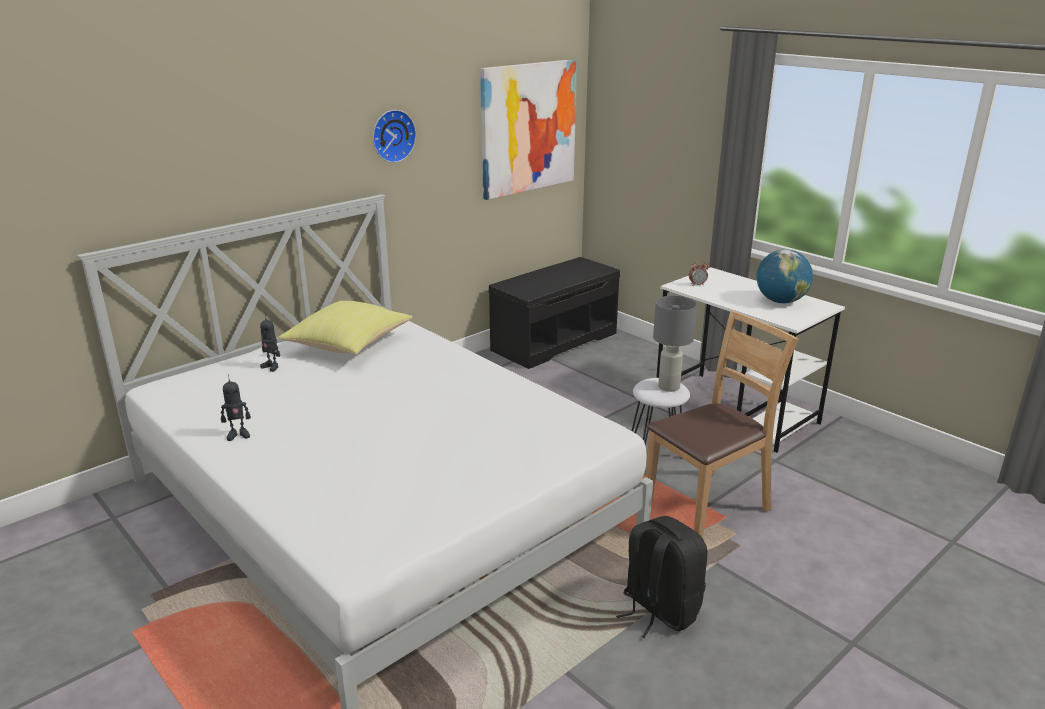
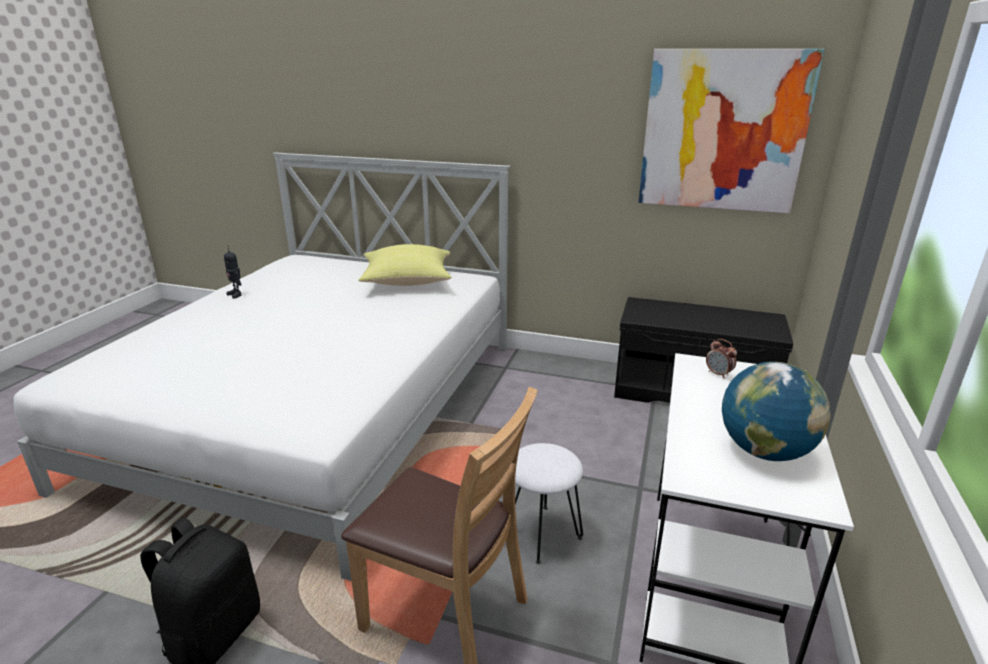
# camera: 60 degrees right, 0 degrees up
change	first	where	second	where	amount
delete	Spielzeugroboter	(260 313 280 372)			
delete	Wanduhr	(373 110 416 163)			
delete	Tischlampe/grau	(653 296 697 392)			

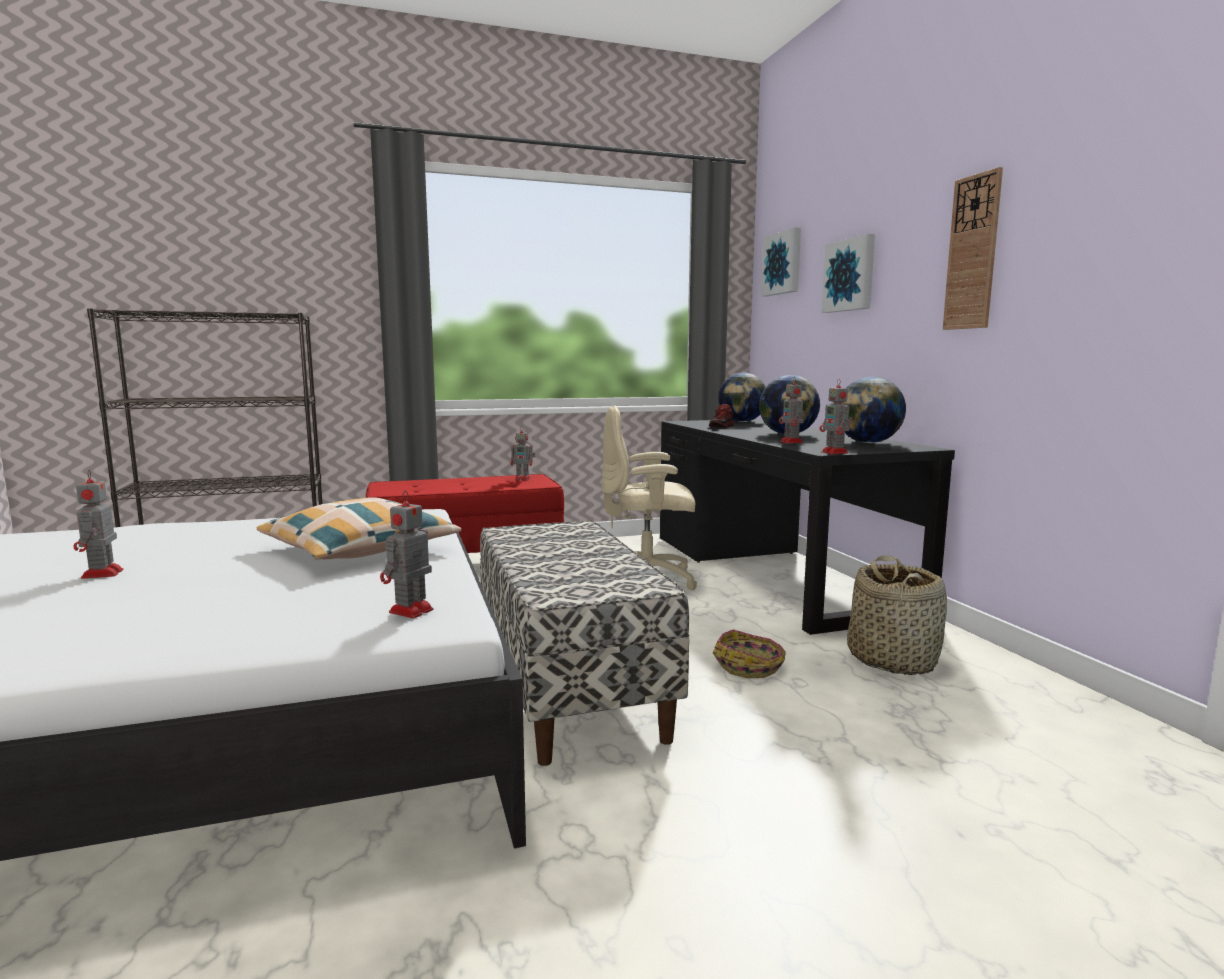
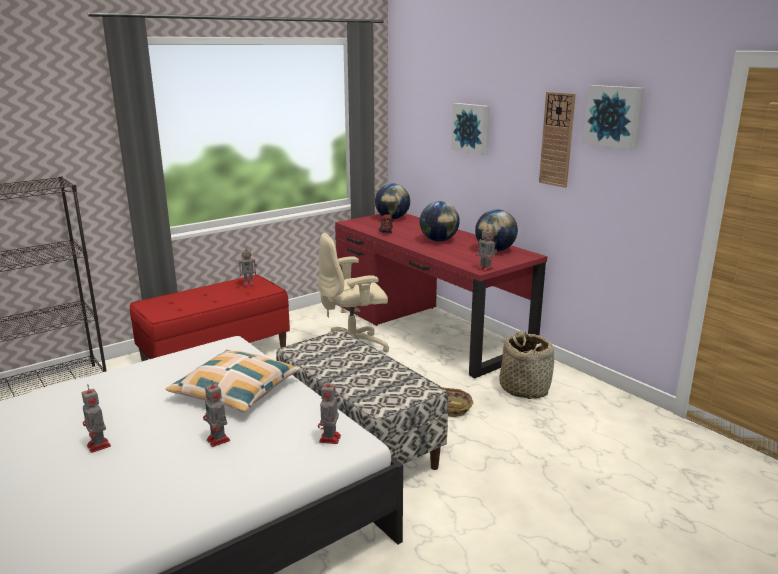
# camera: 20 degrees left, 10 degrees up
change	first	where	second	where	amount
recolor	Schreibtisch/schwarz	(660 419 955 635)	Schreibtisch/rot	(335 214 547 378)	
move	Bild	(761 227 801 296)		(583 85 644 150)	
move	Spielzeugroboter	(779 378 805 444)		(203 380 230 447)	

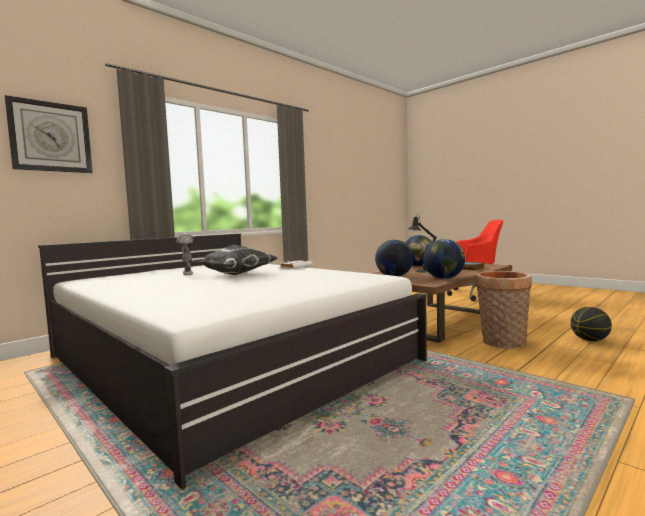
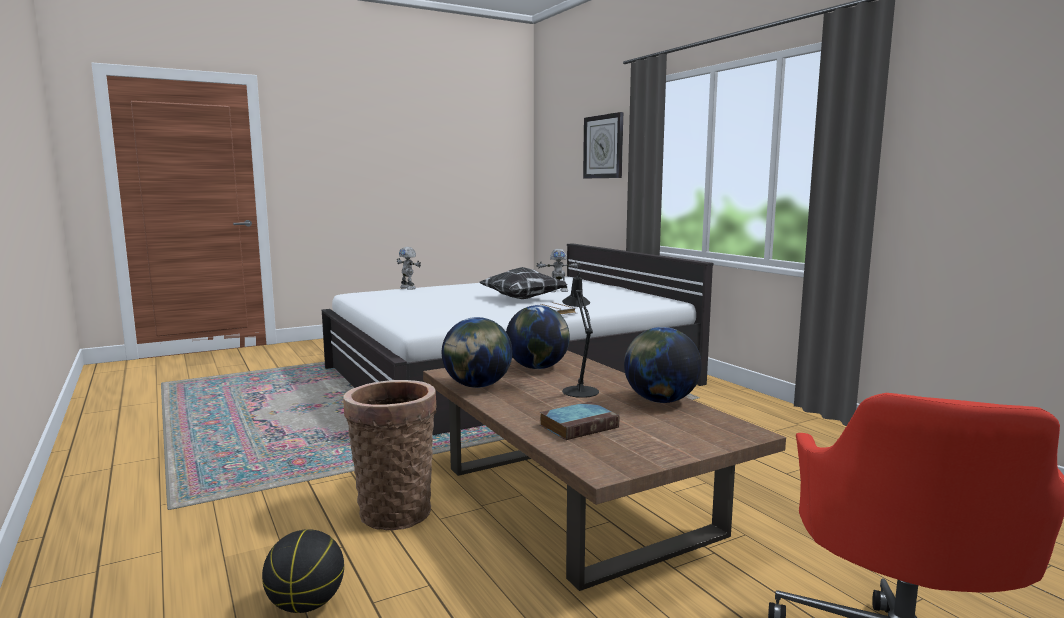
# camera: 105 degrees right, 5 degrees up
change	first	where	second	where	amount
insert			Spielzeugroboter	(397 247 421 290)	

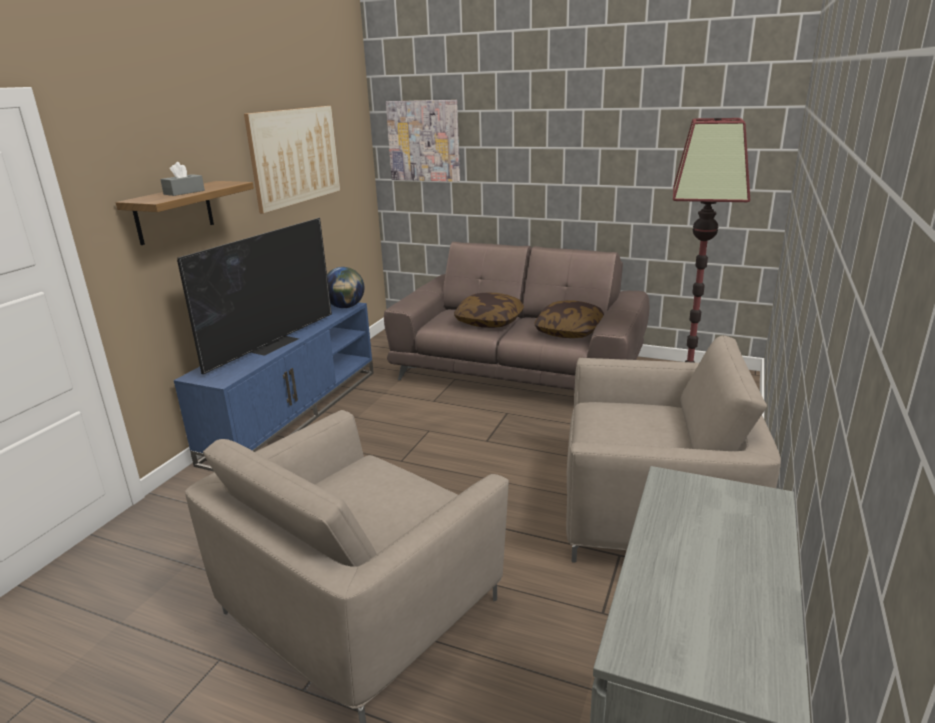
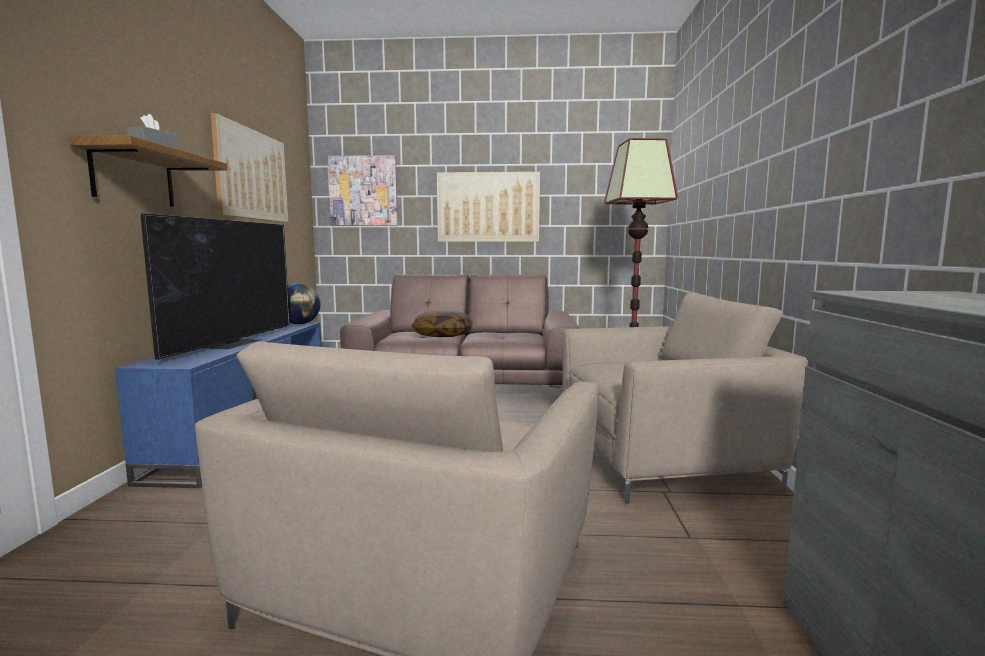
# camera: 20 degrees left, 15 degrees down
change	first	where	second	where	amount
delete	Kissen	(534 300 604 338)			
insert			Bild	(437 171 540 242)	

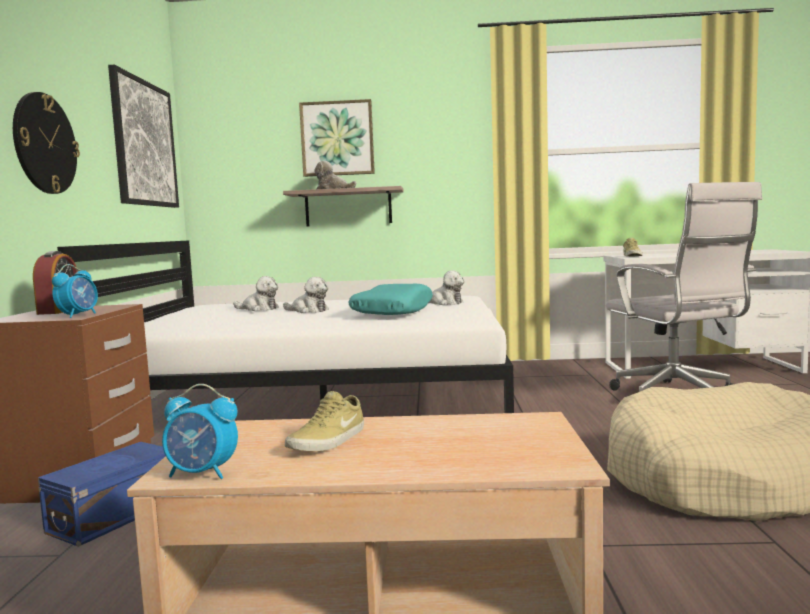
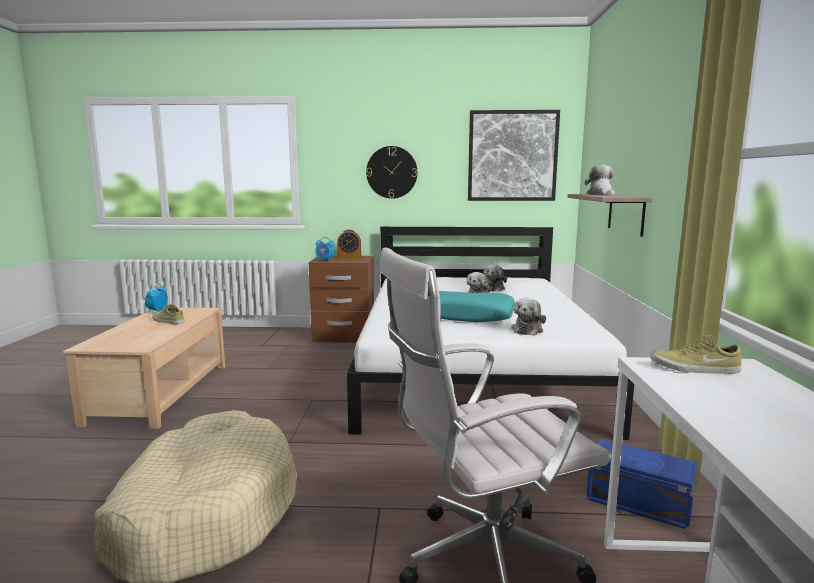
# camera: 90 degrees right, 5 degrees up
change	first	where	second	where	amount
move	Aufbewahrungsbox/blau	(38 442 166 547)		(586 439 698 530)	
delete	Bild	(299 99 375 177)			

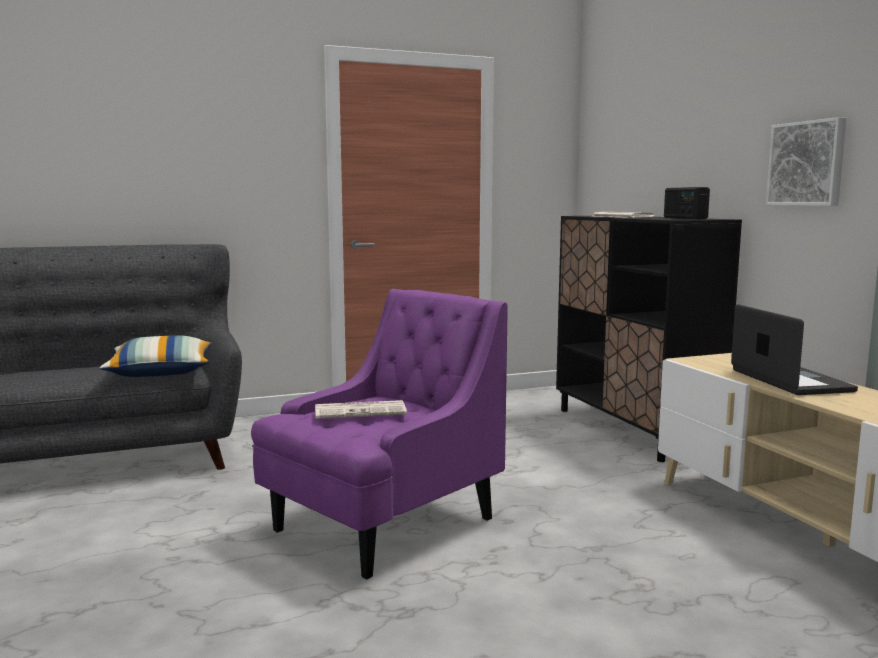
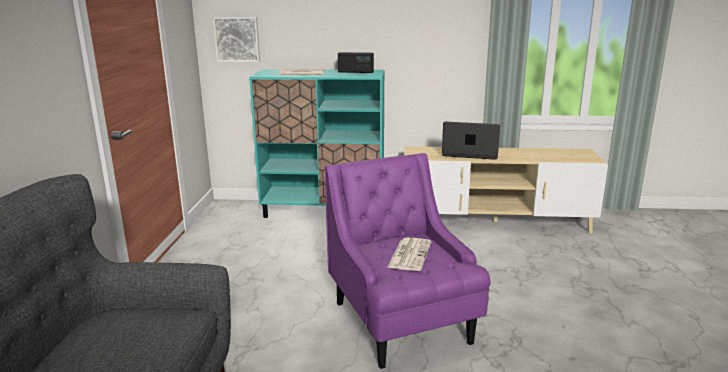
# camera: 65 degrees left, 10 degrees up
change	first	where	second	where	amount
delete	Kissen	(99 335 212 377)			
recolor	Schrank/schwarz	(556 216 742 462)	Schrank/türkis	(249 69 384 218)	
move	Bild	(766 117 847 206)		(213 17 260 62)	

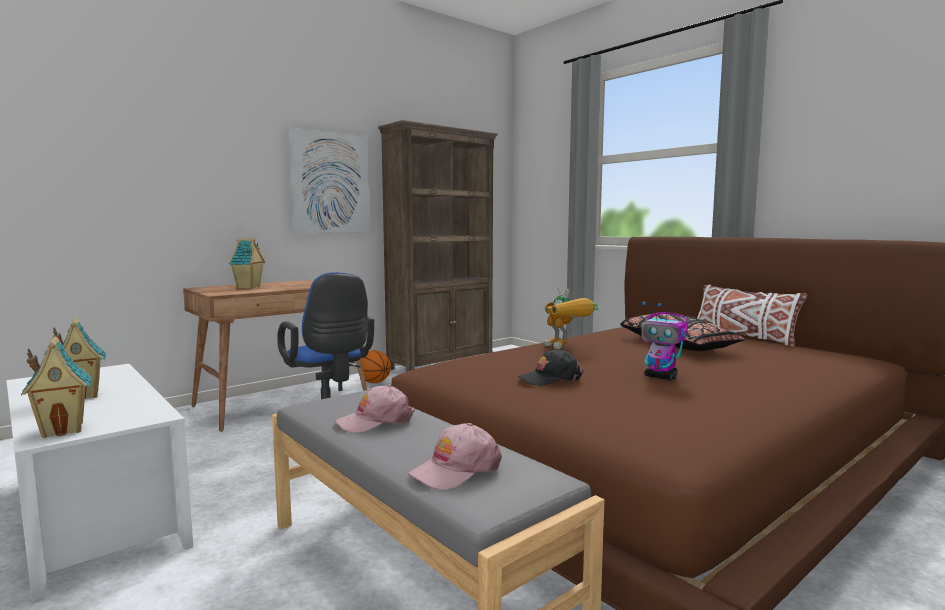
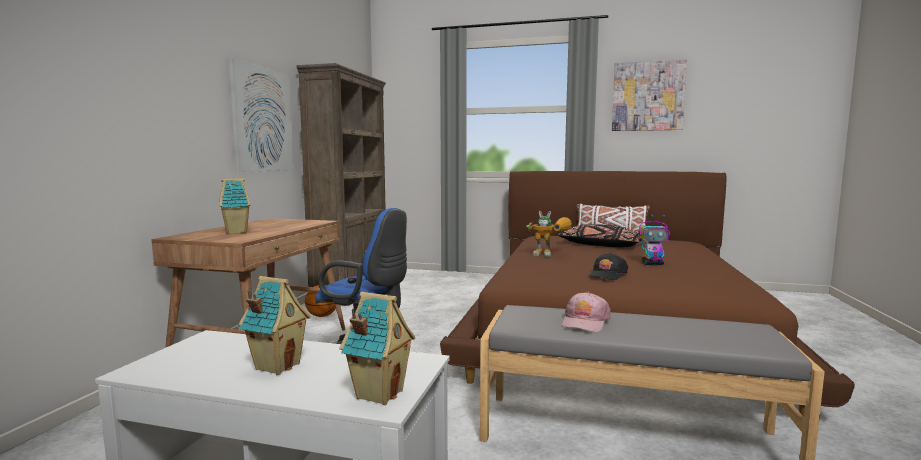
# camera: 35 degrees left, 0 degrees up
change	first	where	second	where	amount
delete	Kappe/rosa	(408 423 502 490)			
insert			Bild	(612 59 687 131)	

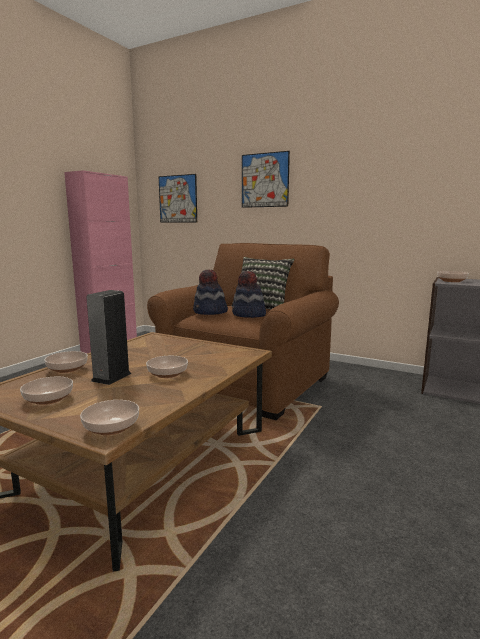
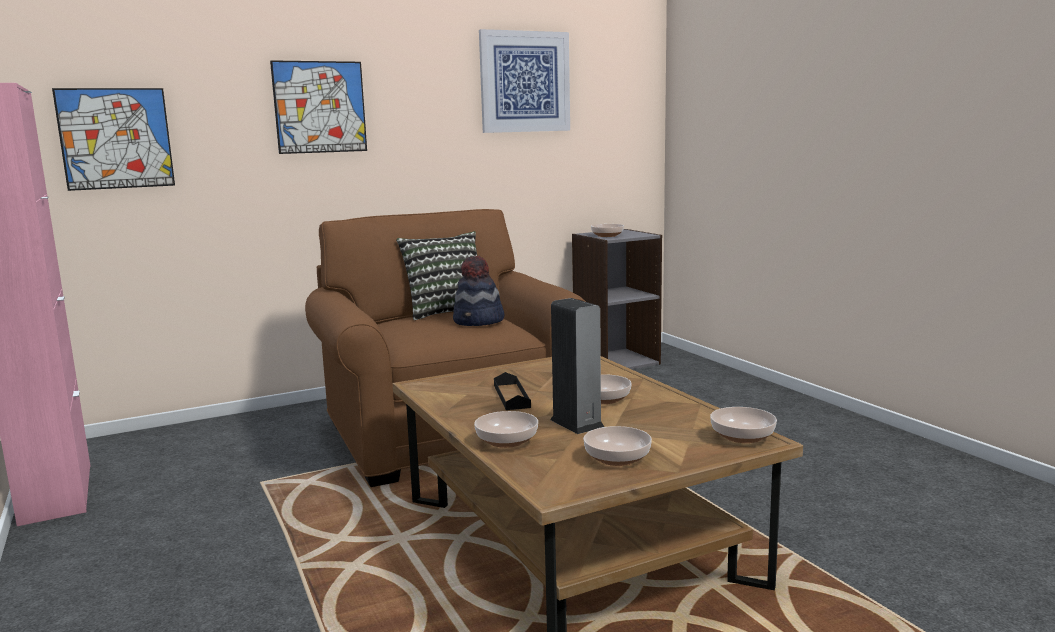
# camera: 55 degrees left, 0 degrees up
change	first	where	second	where	amount
delete	Hut	(193 270 228 315)			
insert			Bild	(479 29 570 133)	
insert			Tablett/schwarz	(494 372 531 410)	

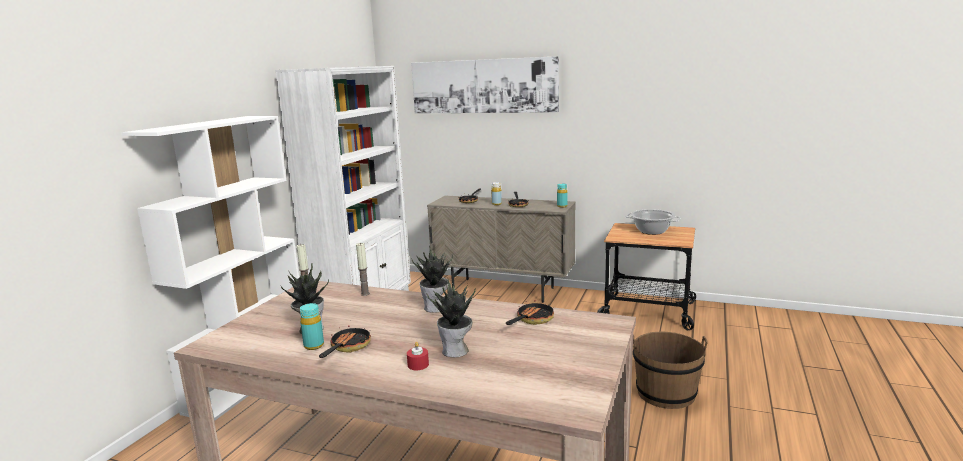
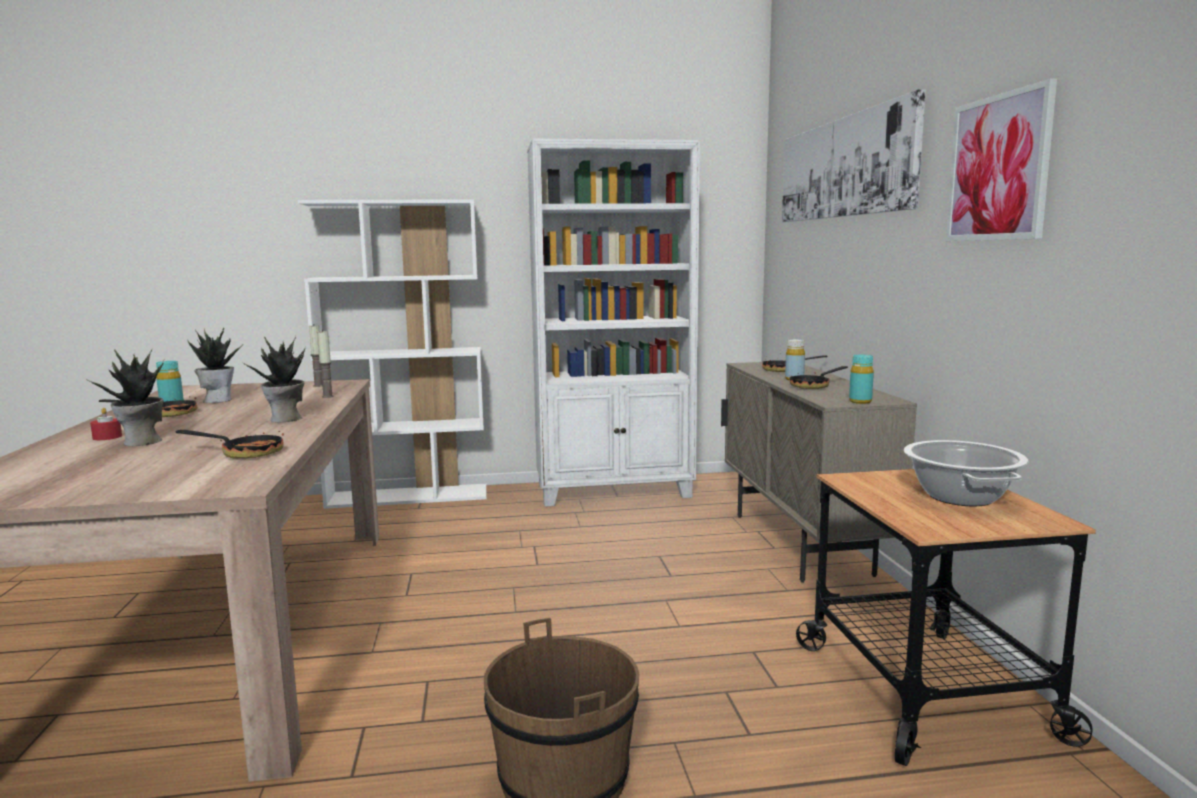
# camera: 60 degrees right, 5 degrees down
change	first	where	second	where	amount
insert			Bild	(946 79 1057 241)	

